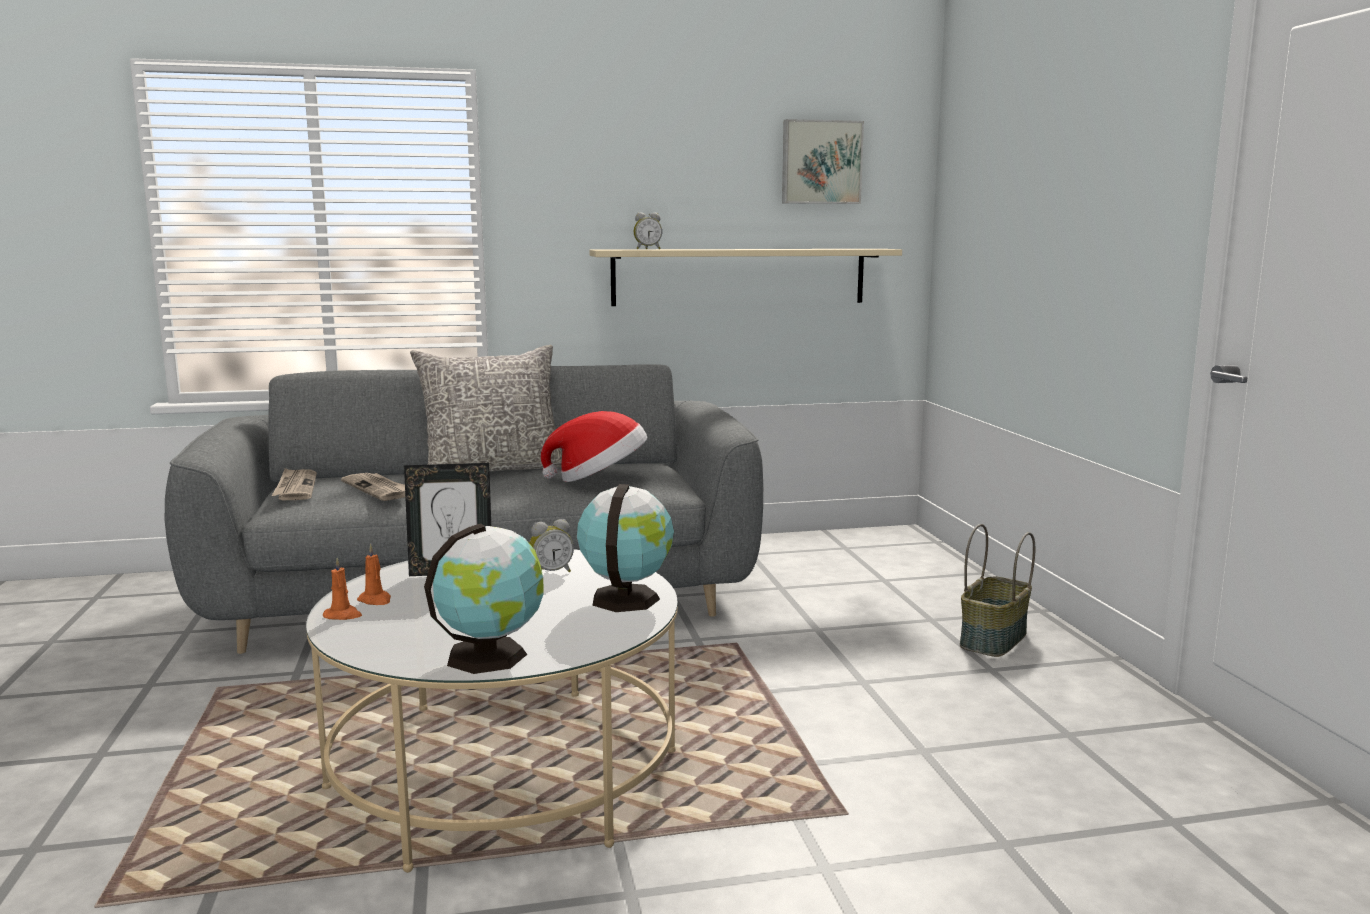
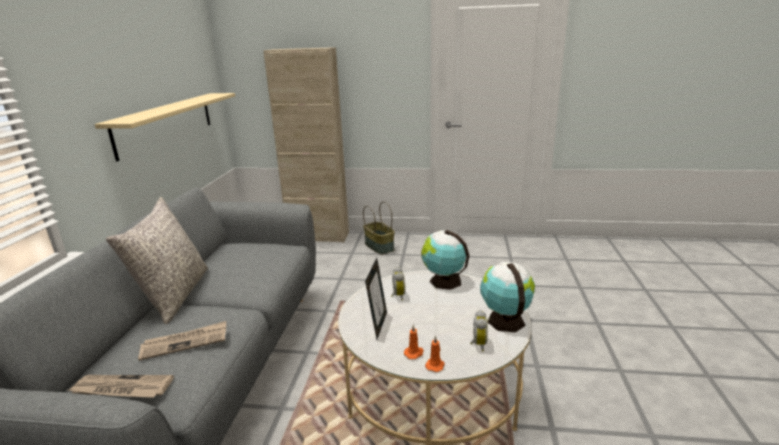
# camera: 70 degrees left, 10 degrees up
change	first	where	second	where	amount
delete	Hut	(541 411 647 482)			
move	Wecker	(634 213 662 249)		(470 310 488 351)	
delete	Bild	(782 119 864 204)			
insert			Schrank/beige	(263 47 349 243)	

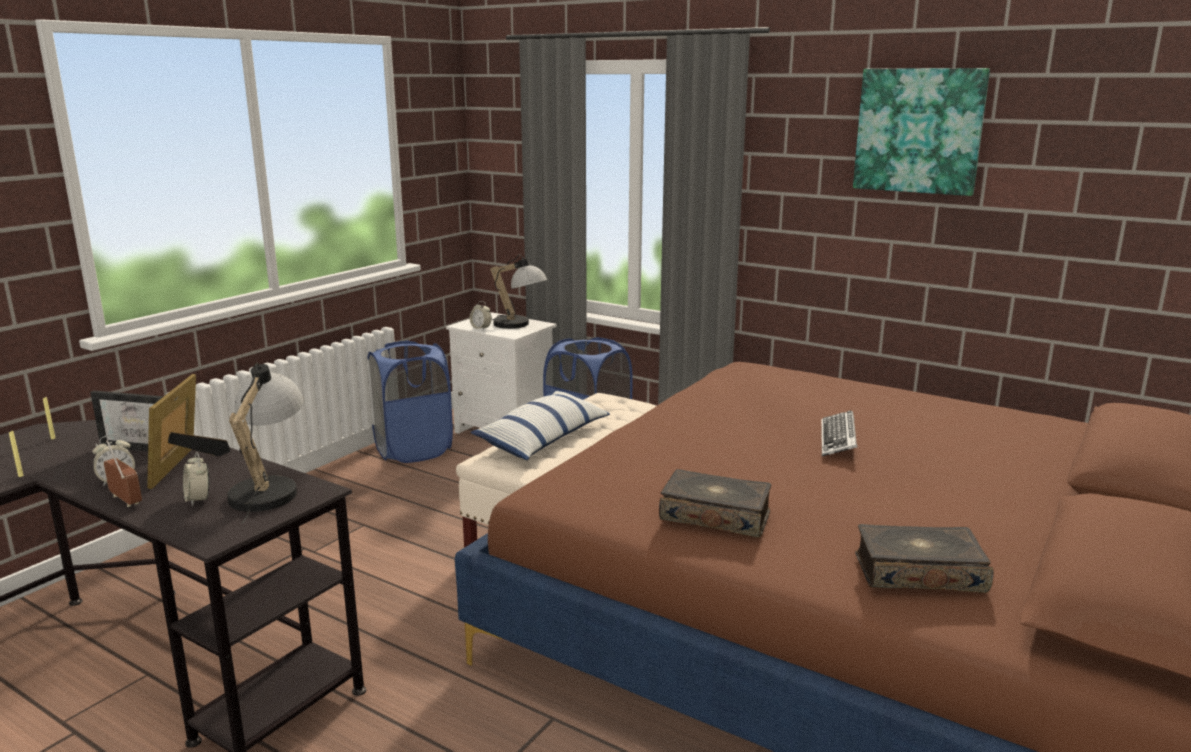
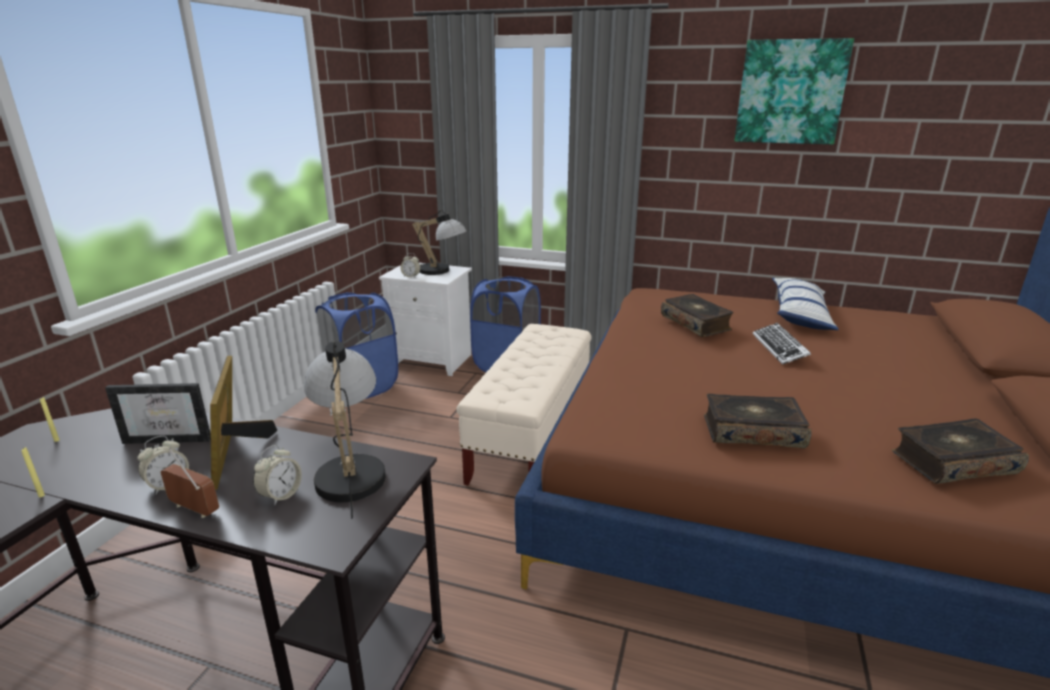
# camera: 15 degrees left, 5 degrees up
change	first	where	second	where	amount
rotate	Wecker	(183 452 210 506)		(253 445 302 506)	105 degrees counterclockwise
move	Kissen	(471 390 610 460)		(772 278 839 330)	
insert			Buch	(661 294 733 337)	

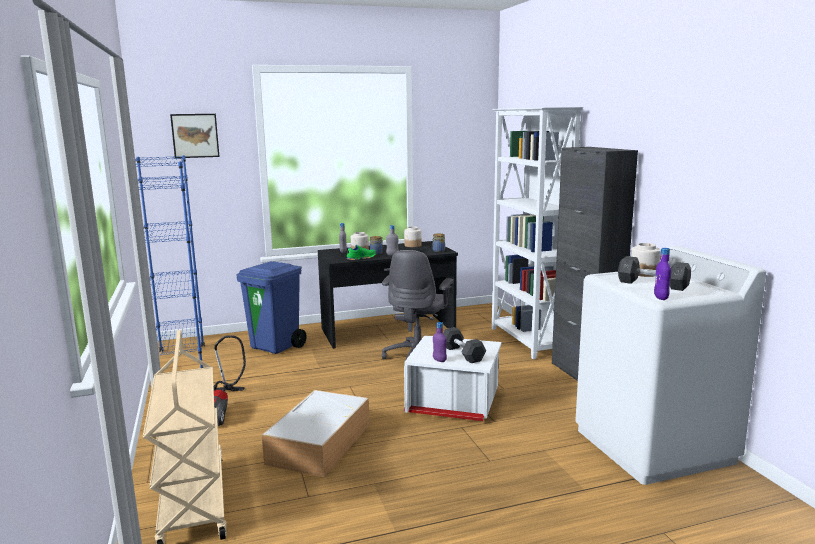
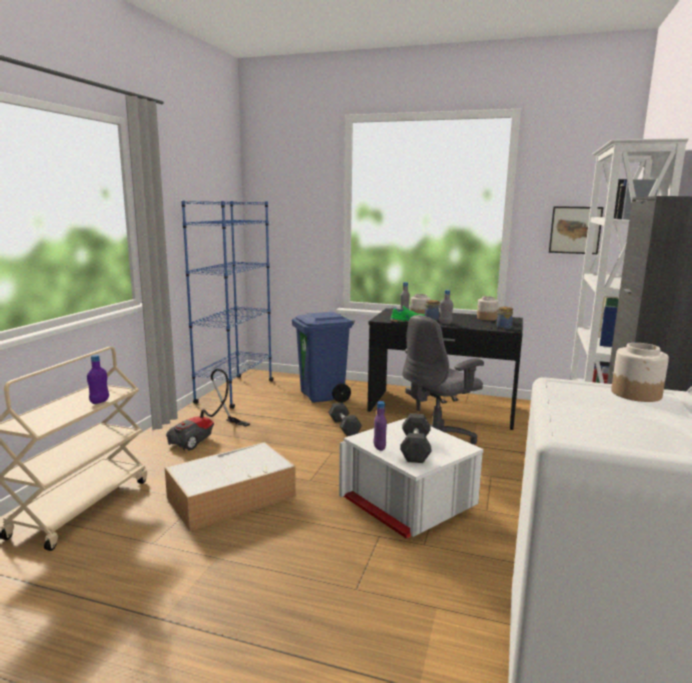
# camera: 35 degrees right, 0 degrees up
change	first	where	second	where	amount
move	Bild	(170 114 220 158)		(549 206 604 254)	
move	Hantel/grau	(618 256 691 291)		(328 403 362 436)	
move	Flasche/lila	(654 248 671 300)		(87 355 109 404)	

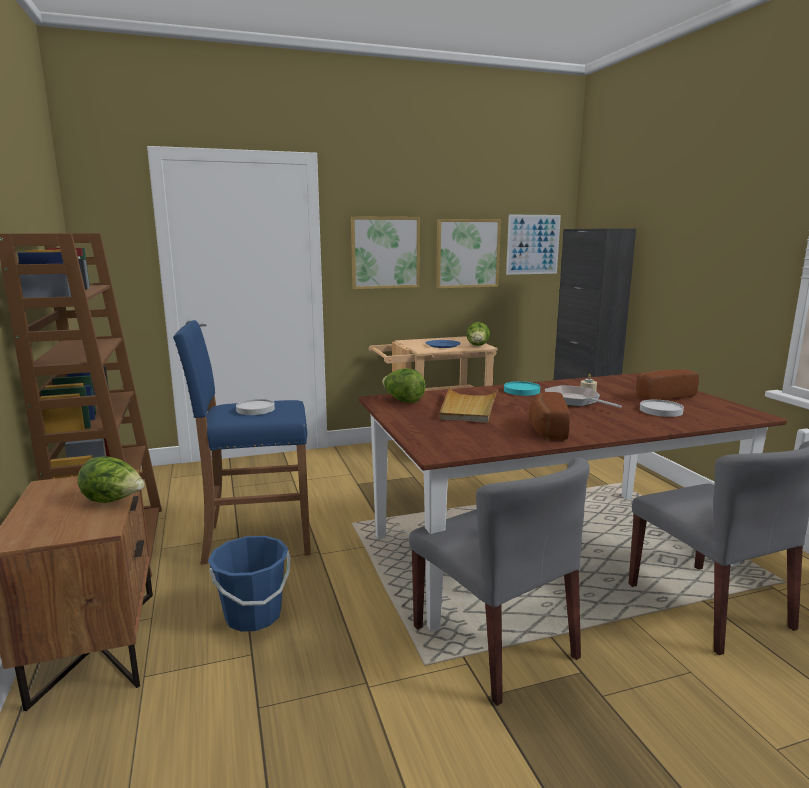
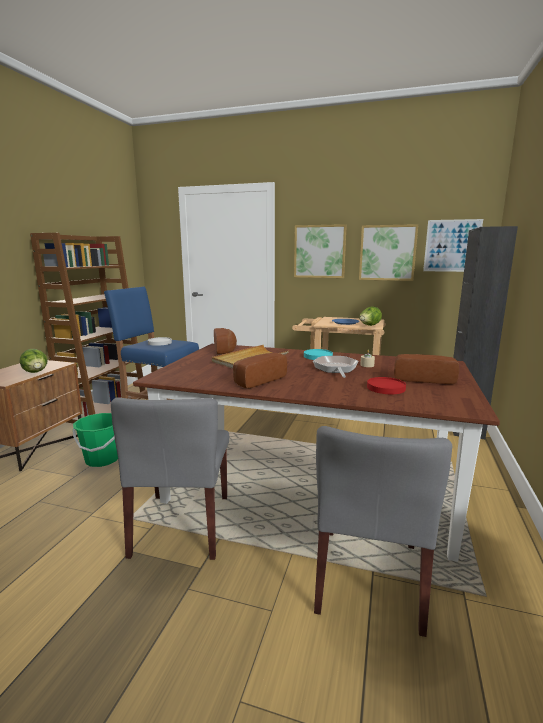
# camera: 35 degrees right, 0 degrees up
change	first	where	second	where	amount
recolor	Eimer/blau	(208 536 290 632)	Eimer/grün	(73 413 118 467)	
replace	Salatkopf	(382 368 426 403)	Brot	(214 328 237 354)	
recolor	Teller/weiß	(640 400 684 417)	Teller/rot	(367 377 406 394)	

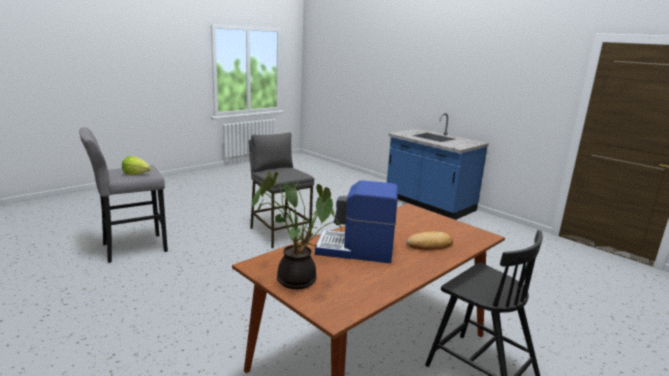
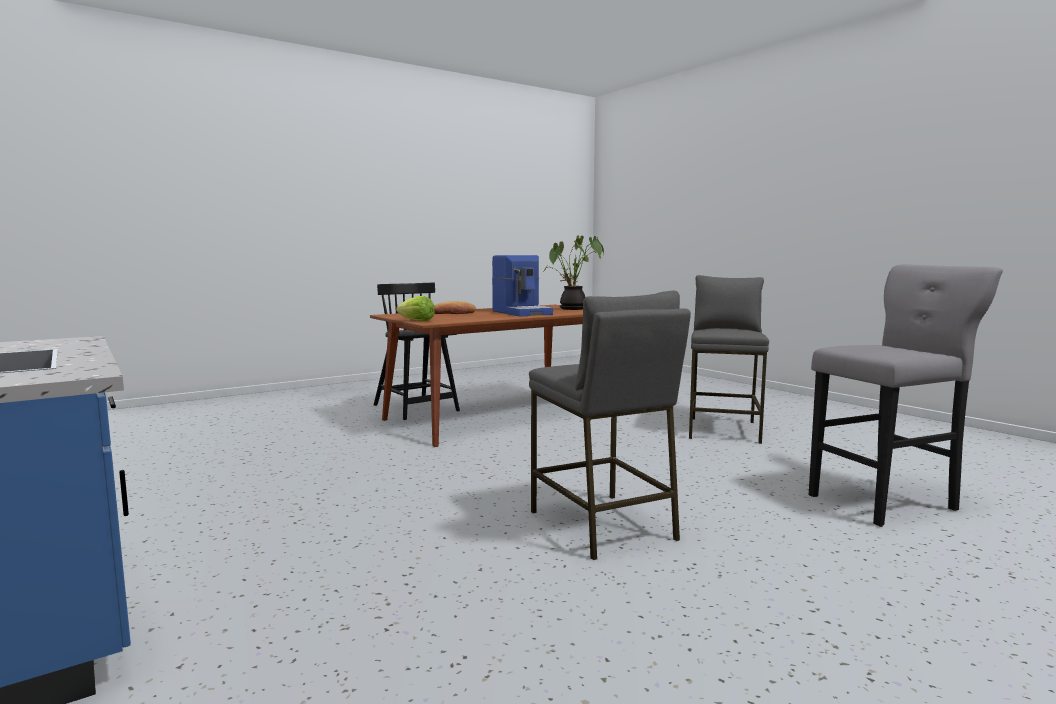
# camera: 170 degrees left, 10 degrees down
change	first	where	second	where	amount
move	Salatkopf	(122 156 151 175)		(396 296 435 321)	
rotate	Kaffeemaschine	(315 180 398 263)		(492 255 553 317)	45 degrees clockwise
insert			Hocker/grau	(689 275 769 444)	

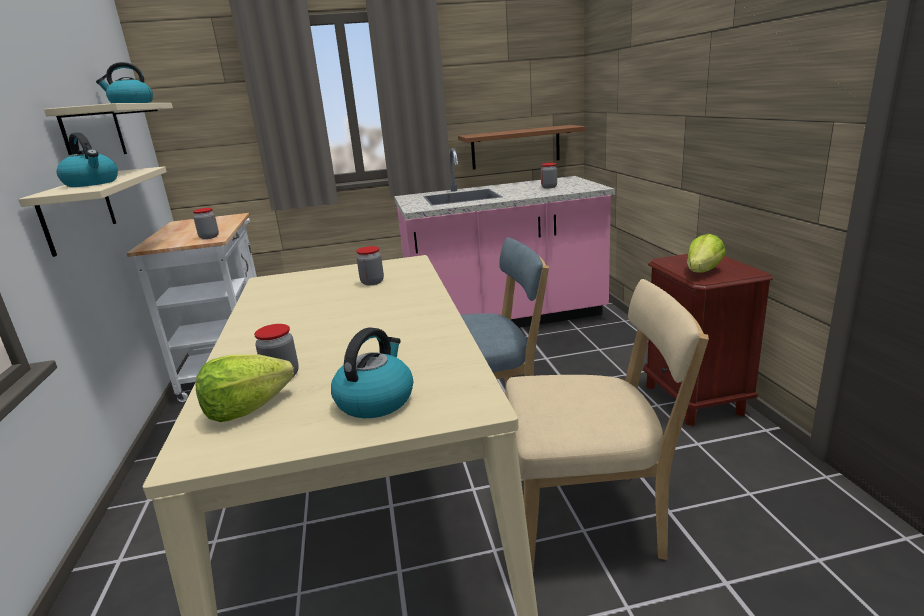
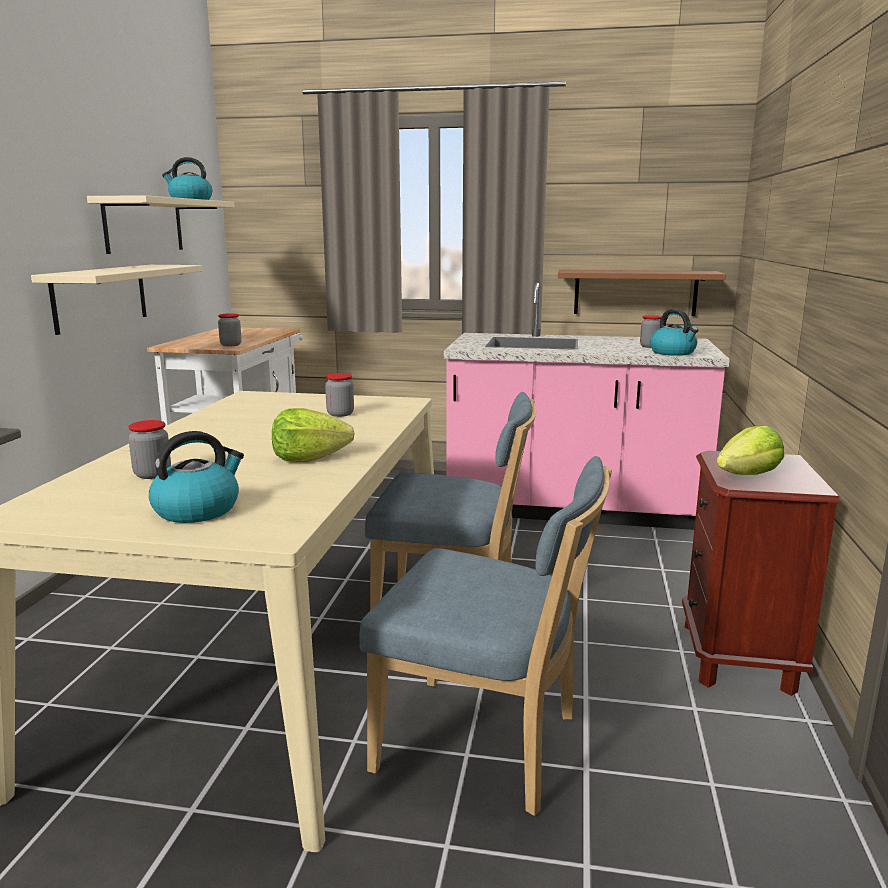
# camera: 20 degrees right, 5 degrees down
change	first	where	second	where	amount
move	Wasserkessel	(57 132 118 187)		(650 309 698 356)	
move	Salatkopf	(196 355 294 422)		(272 408 355 462)	
recolor	Stuhl/beige	(505 279 709 571)	Stuhl/blau	(359 456 612 816)	

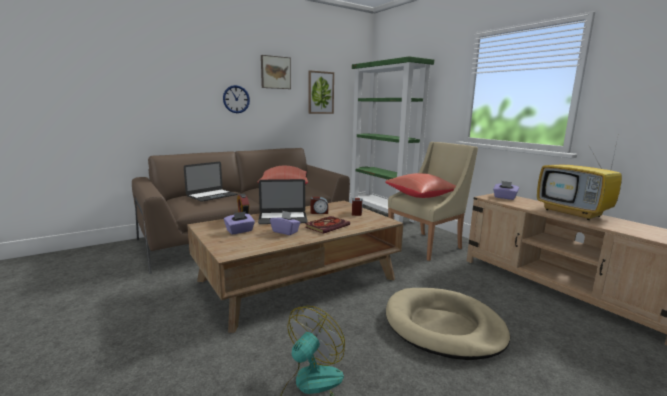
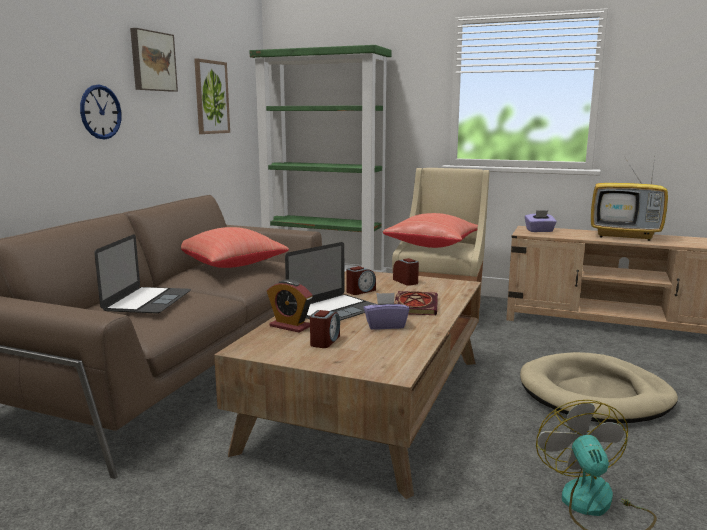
# camera: 35 degrees left, 0 degrees up
change	first	where	second	where	amount
replace	Taschentuchbox/lila	(224 211 255 235)	Wecker	(310 310 340 348)	

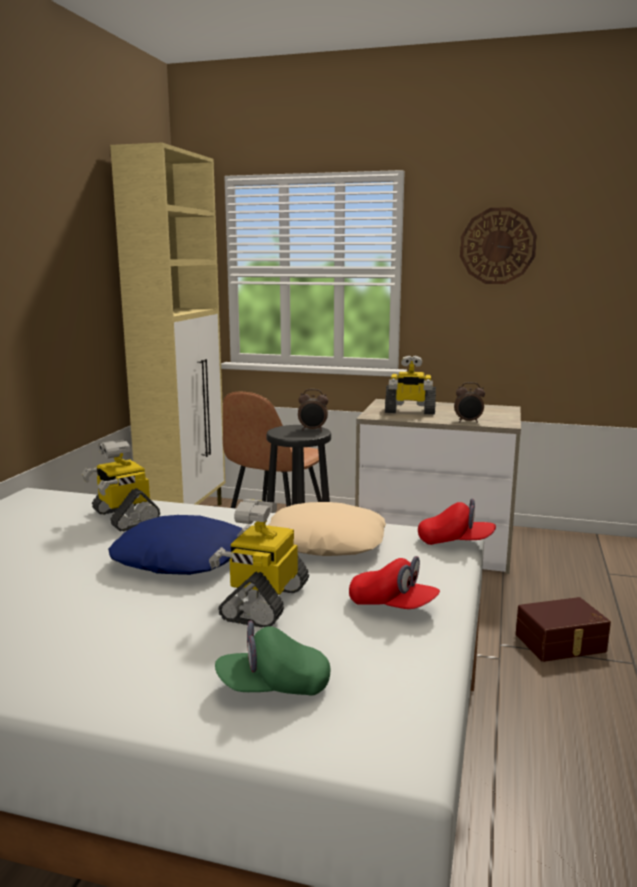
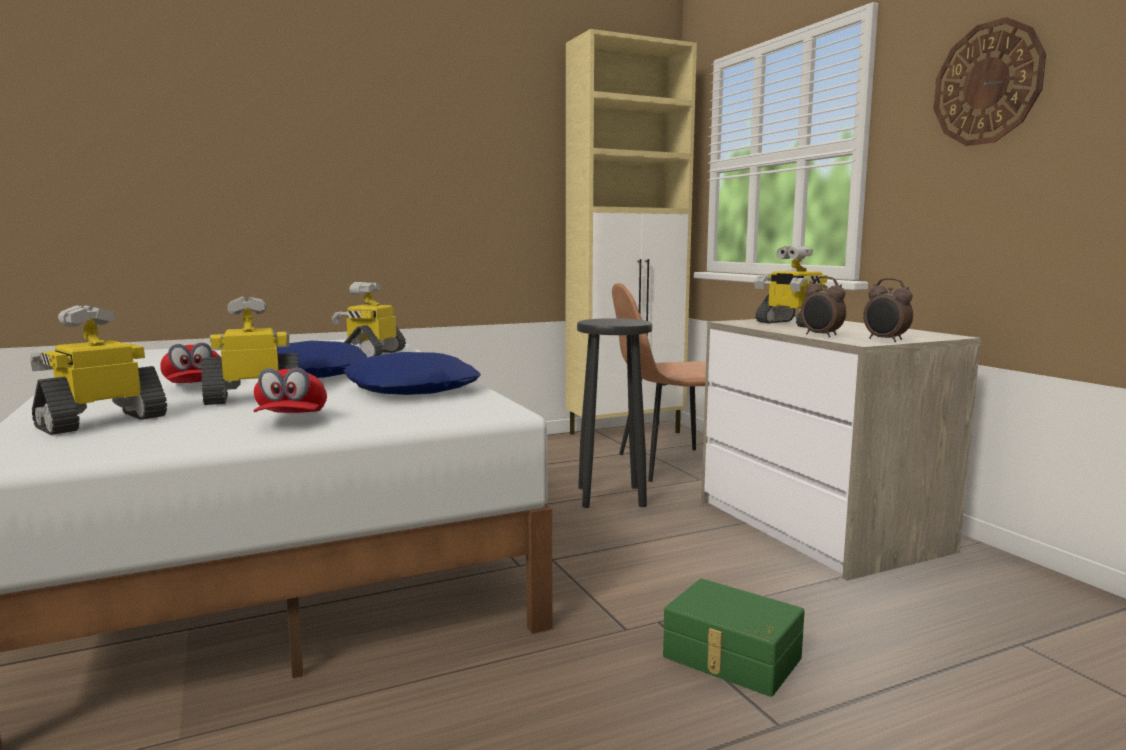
# camera: 50 degrees right, 5 degrees down
change	first	where	second	where	amount
replace	Kappe/grün	(215 620 330 696)	Spielzeugroboter	(30 305 167 435)	
recolor	Kissen/beige	(268 502 386 556)	Kissen/blau	(343 352 480 395)	
move	Wecker	(298 389 328 431)		(863 278 913 342)	
move	Kappe/rot	(418 499 496 545)		(160 343 220 383)	
recolor	Aufbewahrungsbox/braun	(516 597 611 662)	Aufbewahrungsbox/grün	(663 579 804 697)	

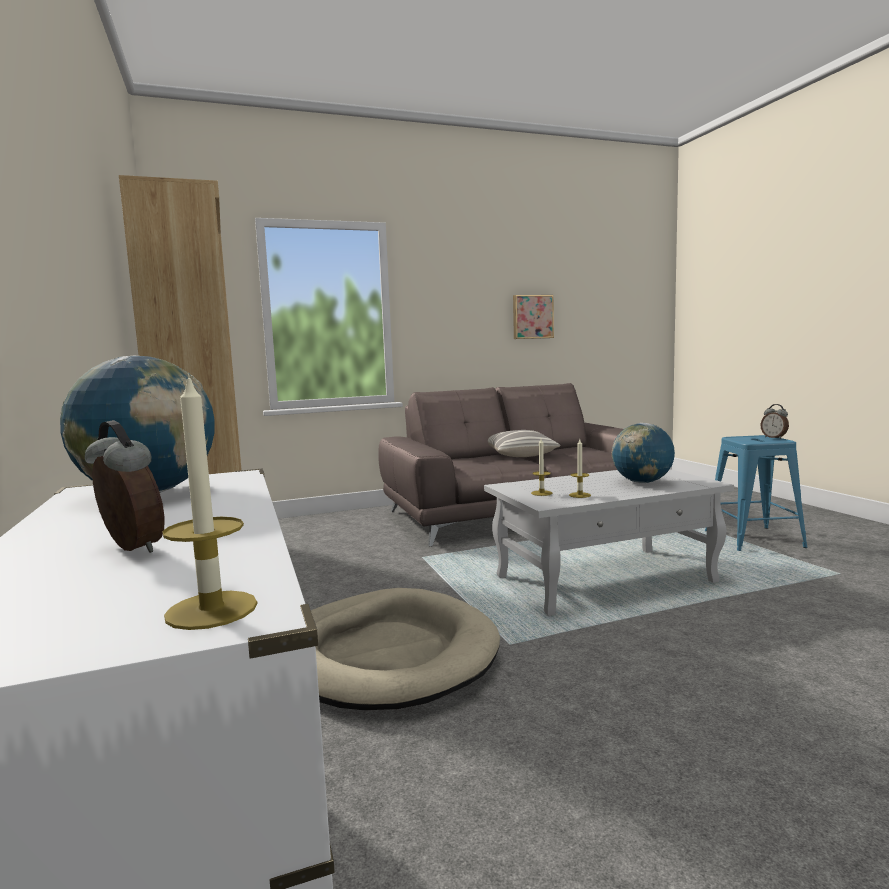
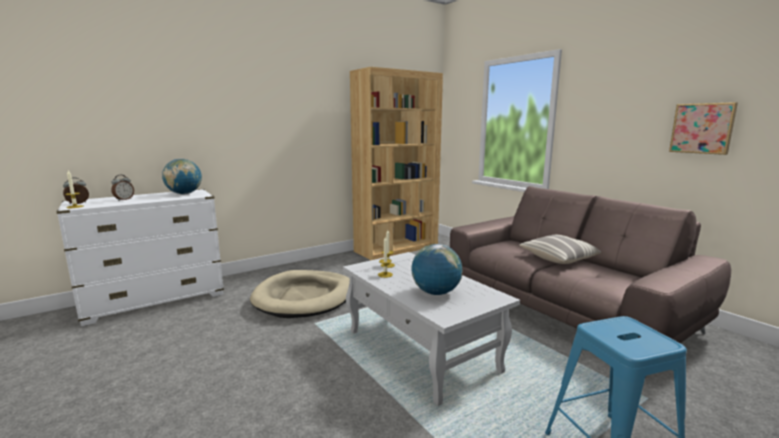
# camera: 75 degrees right, 5 degrees up
change	first	where	second	where	amount
move	Wecker	(761 404 789 439)		(63 177 89 204)	

